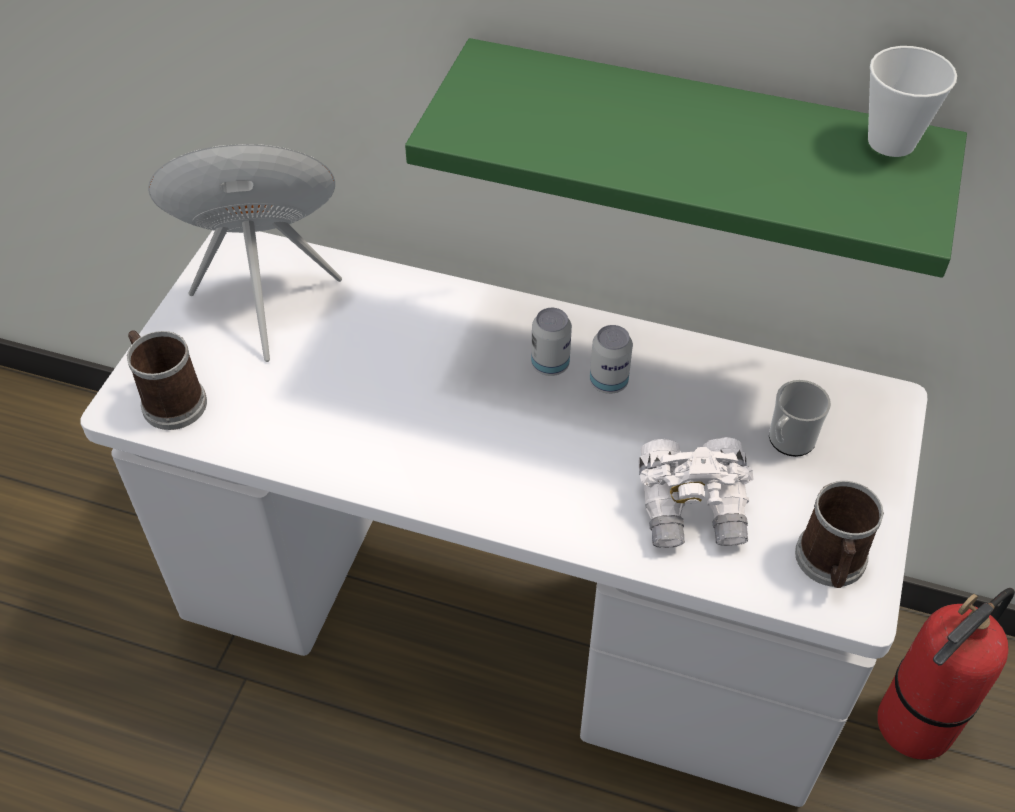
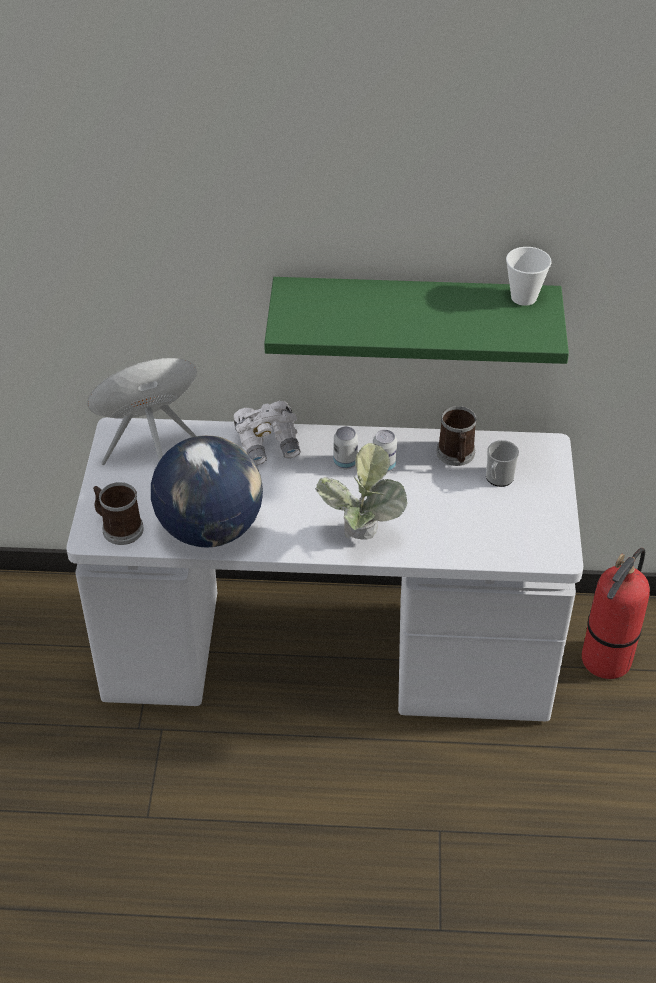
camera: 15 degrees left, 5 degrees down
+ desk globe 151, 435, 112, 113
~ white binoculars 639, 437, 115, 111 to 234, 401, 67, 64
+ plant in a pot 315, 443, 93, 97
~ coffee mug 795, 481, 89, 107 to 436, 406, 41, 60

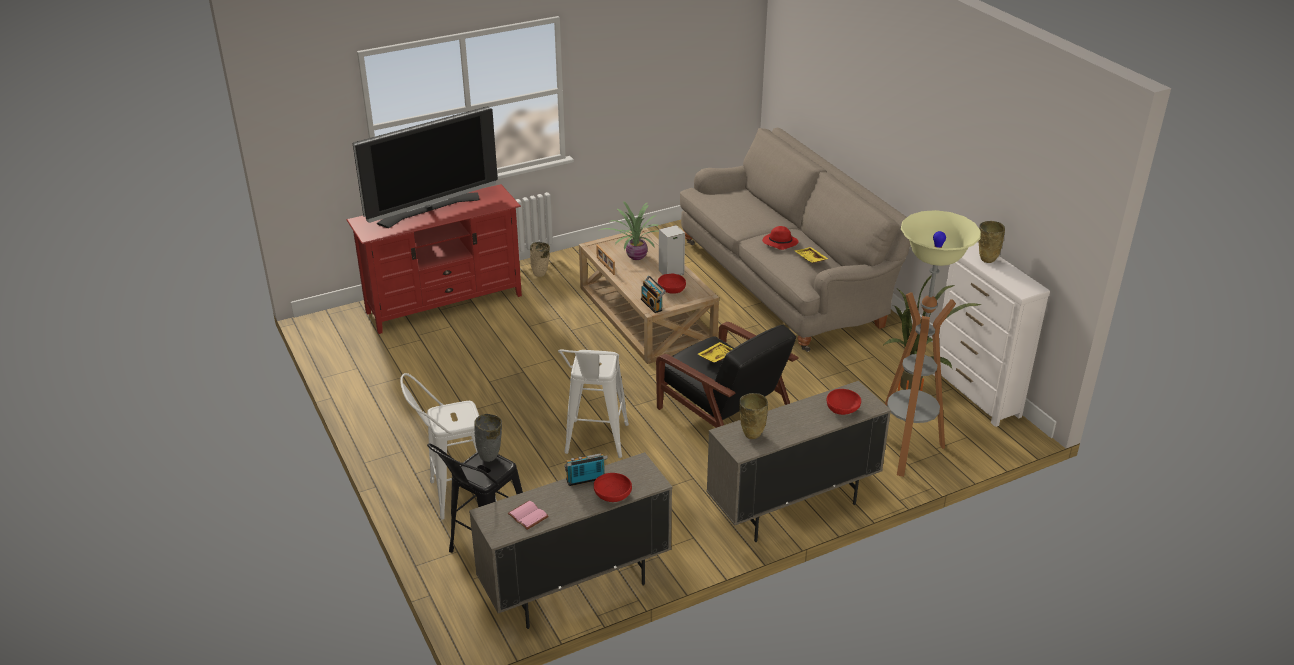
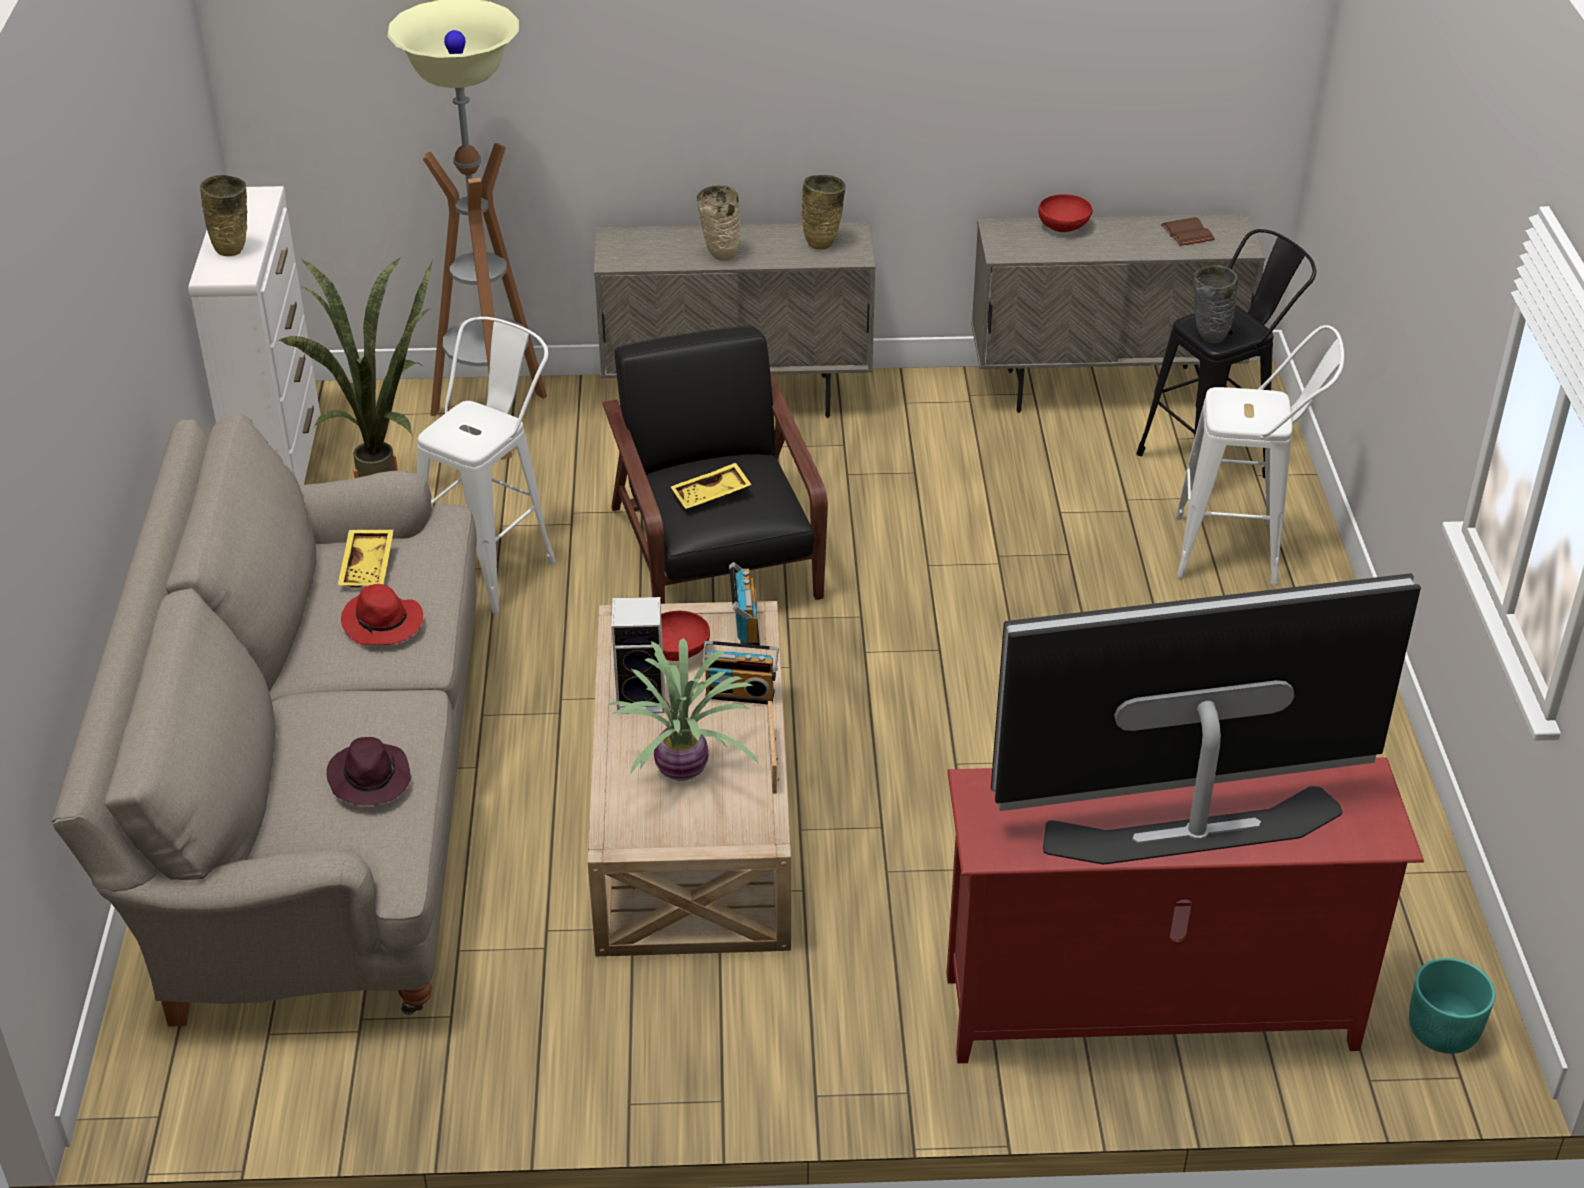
camera: 155 degrees left, 5 degrees up
+ purplish hat 326, 737, 85, 69
~ white stool seat 558, 349, 71, 109 to 417, 317, 139, 297
~ beige-coloured flower vase 530, 242, 20, 35 to 697, 185, 43, 76
~ radio set 564, 453, 44, 33 to 702, 641, 77, 63
~ pinkish book 507, 501, 42, 29 to brownish book 1161, 217, 54, 29
+ turquoise-coloured planter 1409, 958, 87, 96
- reddish deep dish 826, 389, 35, 26

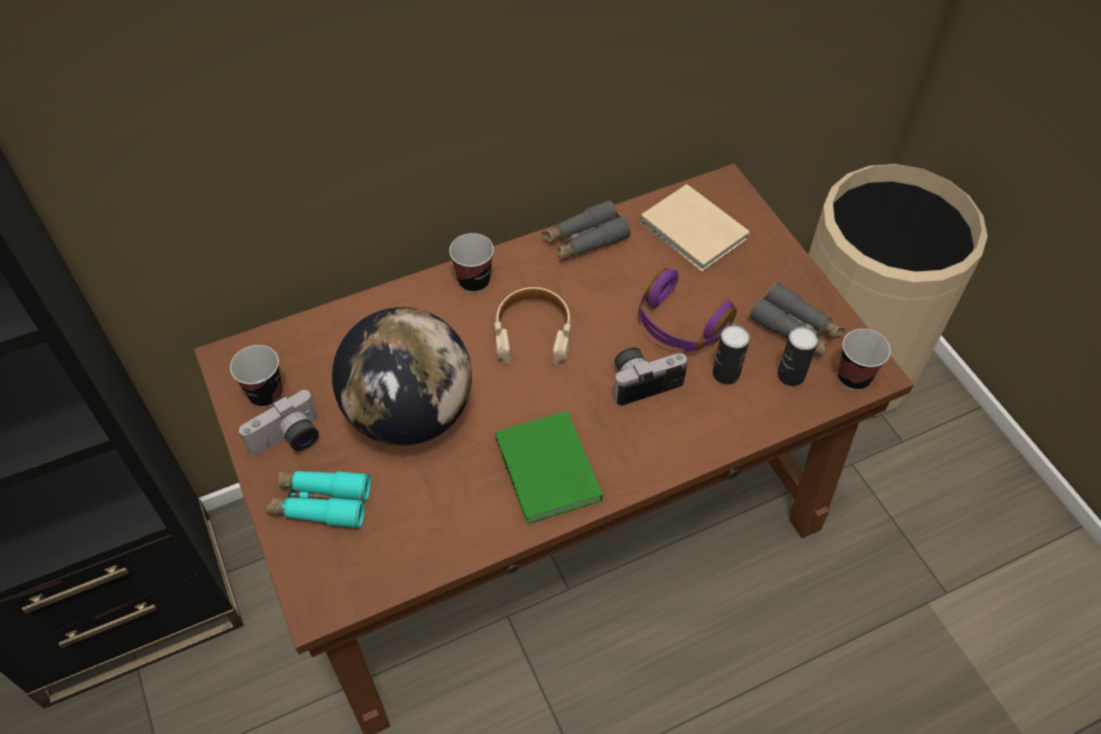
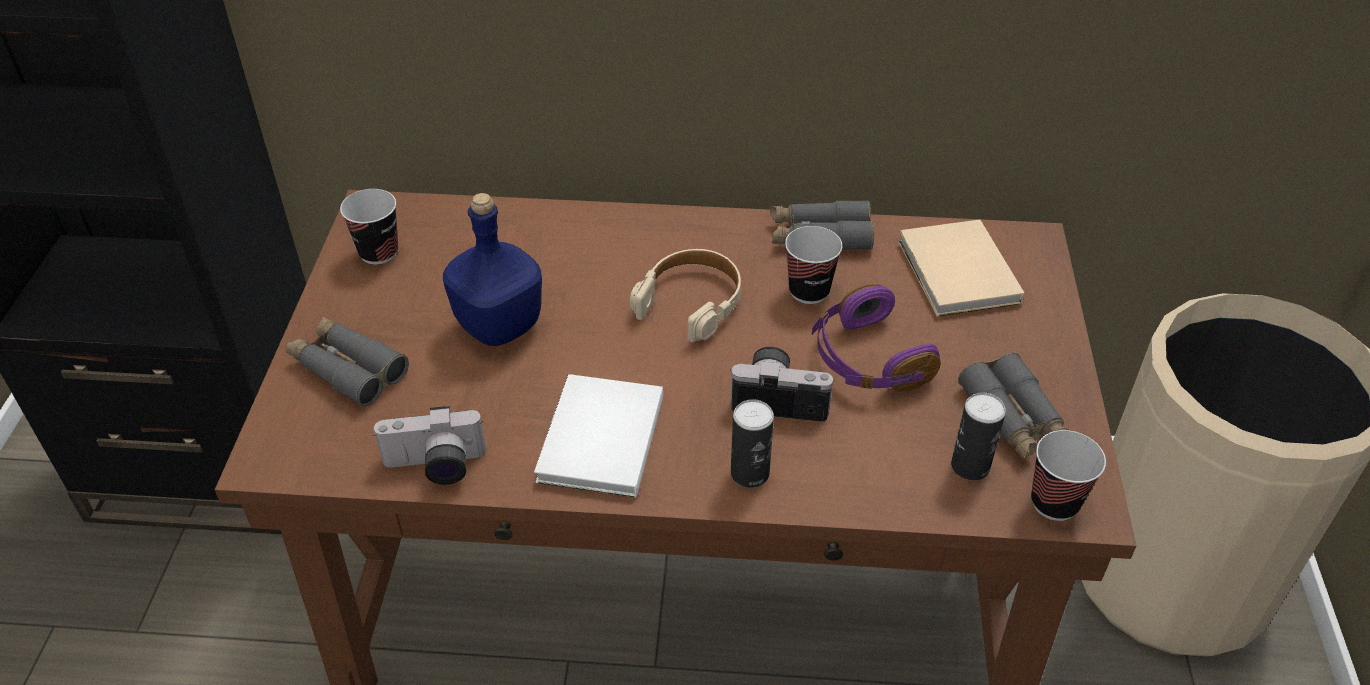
camera: 30 degrees right, 10 degrees down
~ turquoise-coloured binoculars 266, 471, 104, 58 to gray binoculars 285, 317, 124, 89
~ still camera 239, 390, 80, 66 to 373, 406, 113, 79
~ desk globe 332, 307, 140, 139 to blue-coloured beverage bottle 443, 193, 99, 153
~ greenish book 495, 411, 108, 113 to white book 534, 374, 129, 123
~ metal can 712, 325, 38, 59 to 731, 399, 43, 89
~ cup 449, 233, 45, 60 to 785, 226, 57, 78

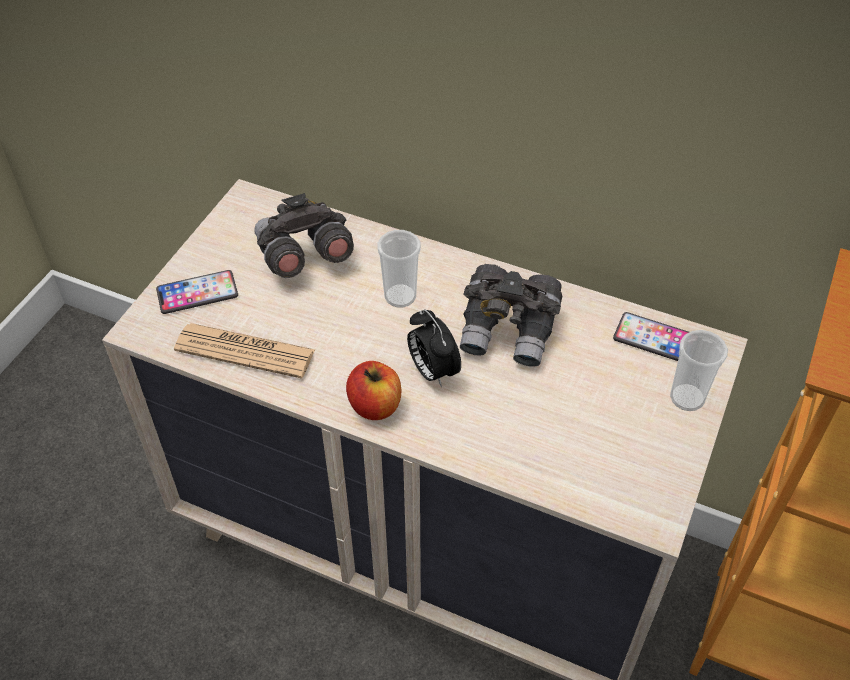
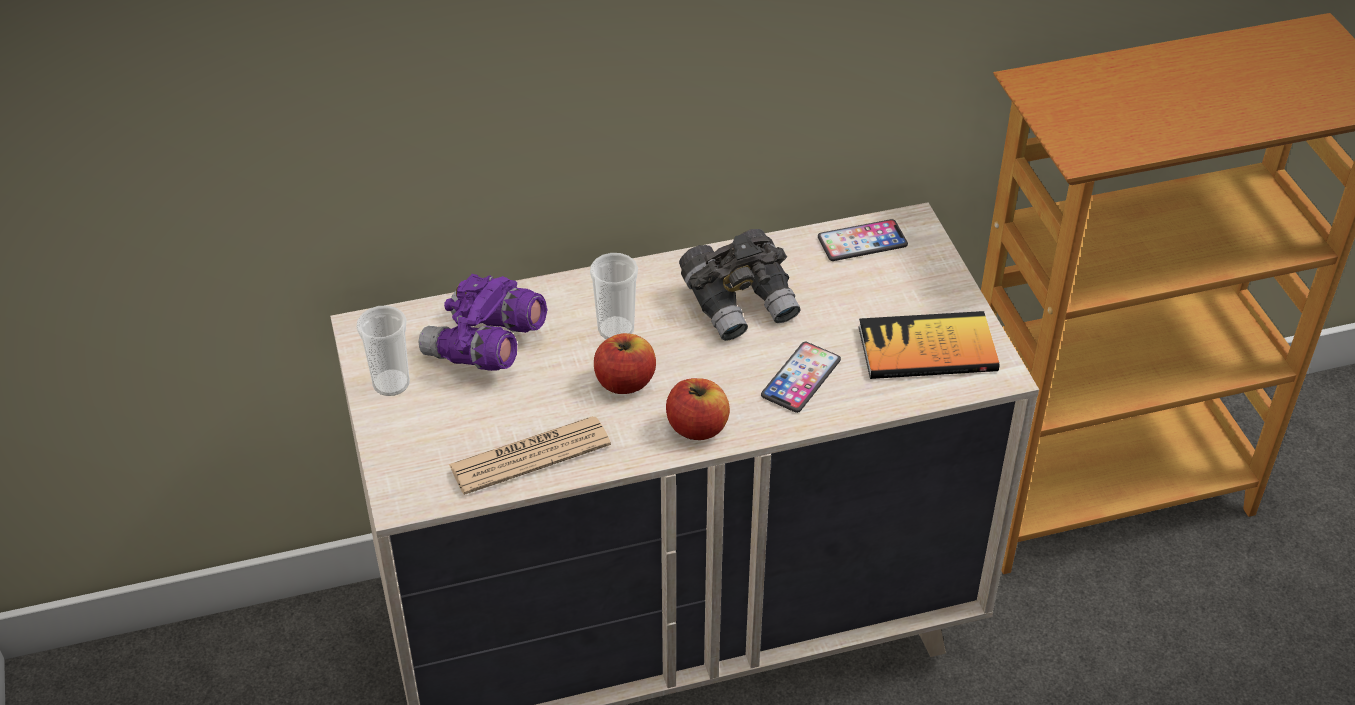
camera: 40 degrees left, 5 degrees down
~ cup 670, 330, 58, 81 to 356, 306, 54, 90
~ gray binoculars 254, 193, 100, 85 to purplish binoculars 418, 274, 130, 97
+ whole apple 594, 333, 62, 61
~ telephone 156, 270, 82, 44 to 761, 342, 80, 71
+ book 858, 311, 141, 68
- table clock 407, 309, 54, 78

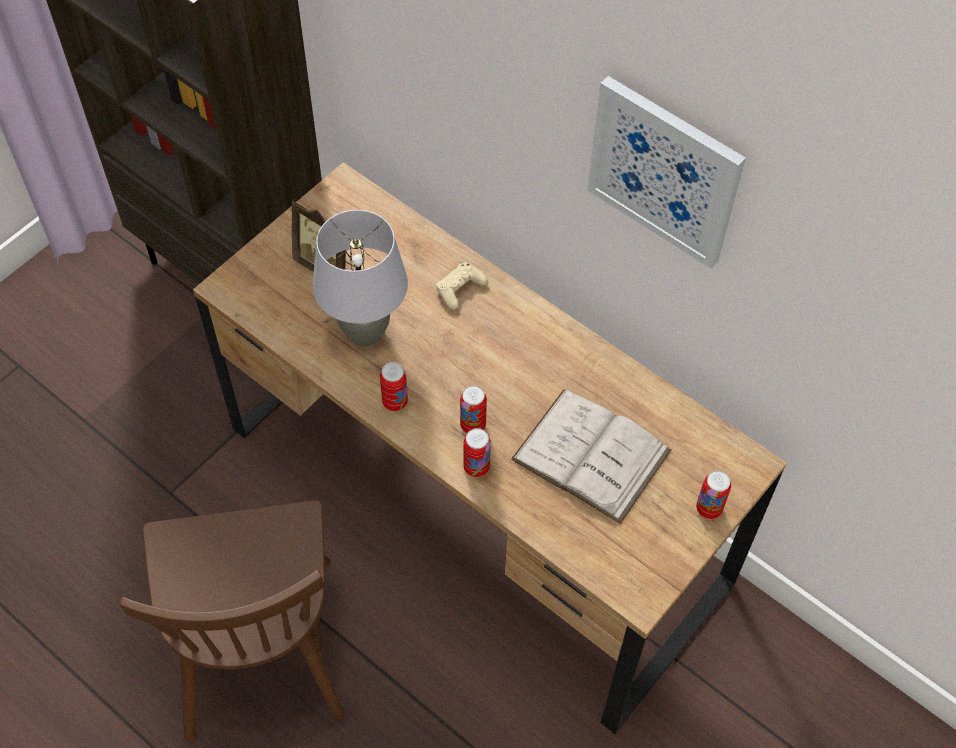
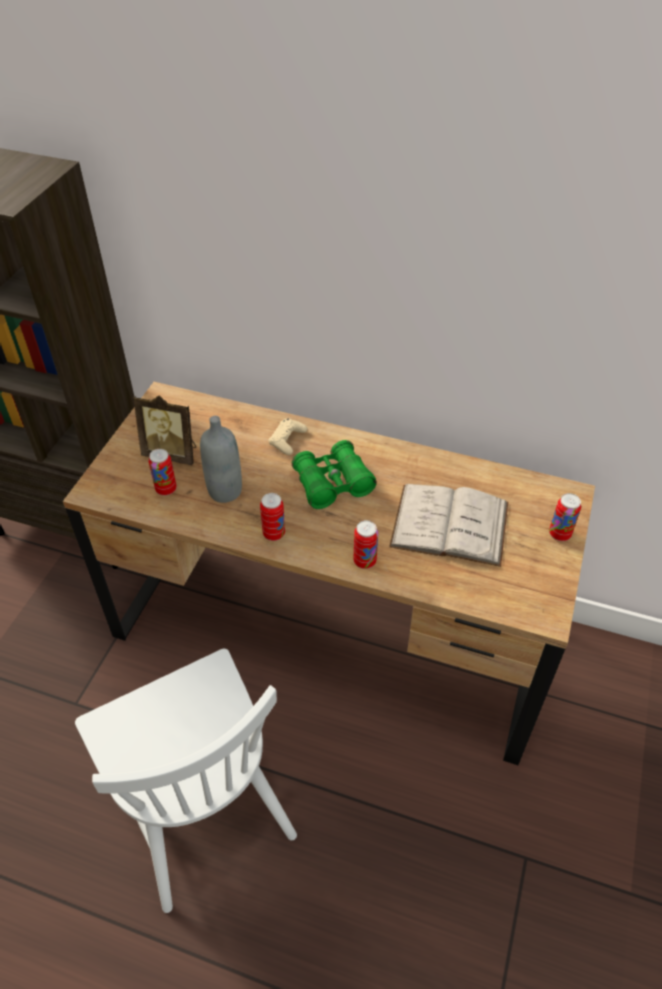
camera: 20 degrees left, 10 degrees down
~ brownish chair 120, 500, 224, 242 to white chair 75, 649, 222, 264
~ metal can 460, 385, 27, 48 to 149, 449, 28, 47
~ gray tabletop lamp 312, 210, 96, 136 to gray beverage bottle 200, 416, 42, 87
+ greenish binoculars 292, 440, 85, 69
- picture 587, 76, 159, 193

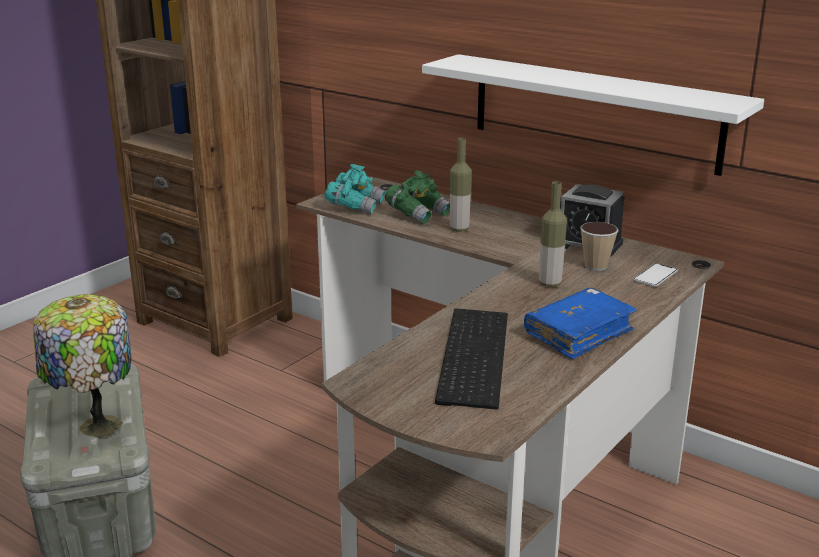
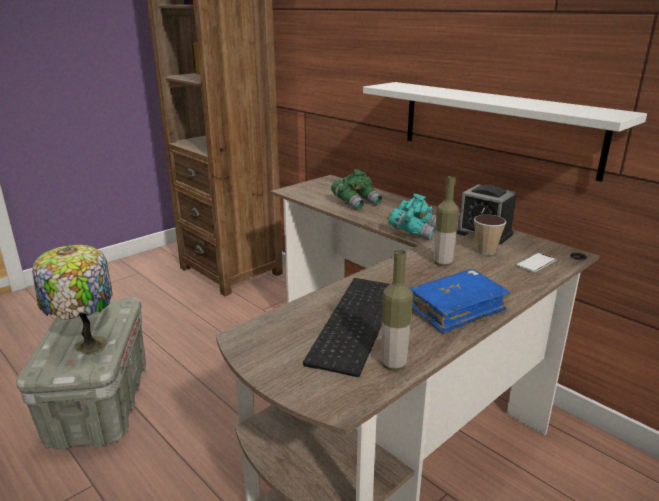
camera: 10 degrees right, 0 degrees up
~ beverage bottle 450, 138, 22, 94 to 381, 250, 32, 121
~ turquoise-coloured binoculars 324, 164, 61, 50 to 388, 194, 48, 46

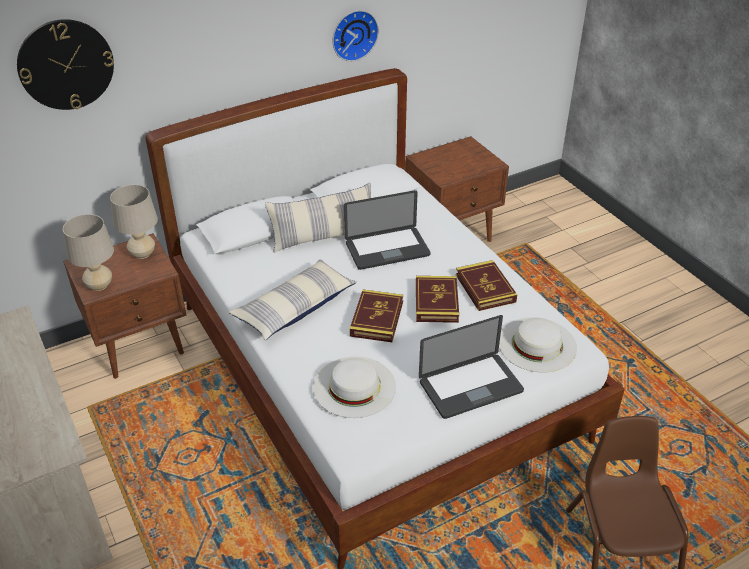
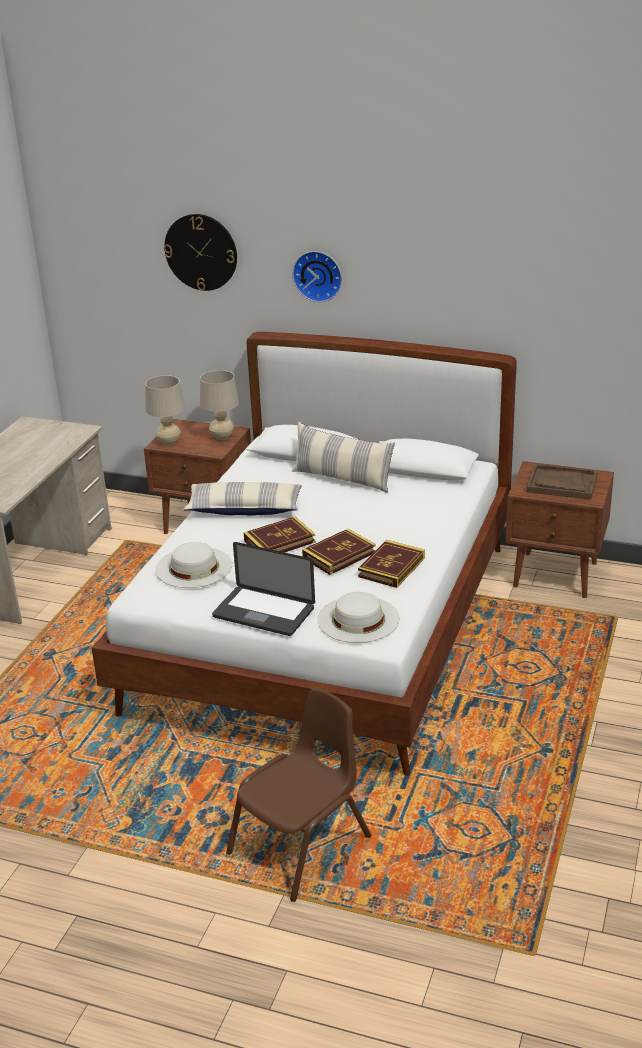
camera: 50 degrees right, 10 degrees down
~ clock on the wall 332, 10, 47, 51 to 292, 251, 50, 51
+ brownish tray 526, 464, 72, 36
- notebook computer 344, 190, 87, 80

